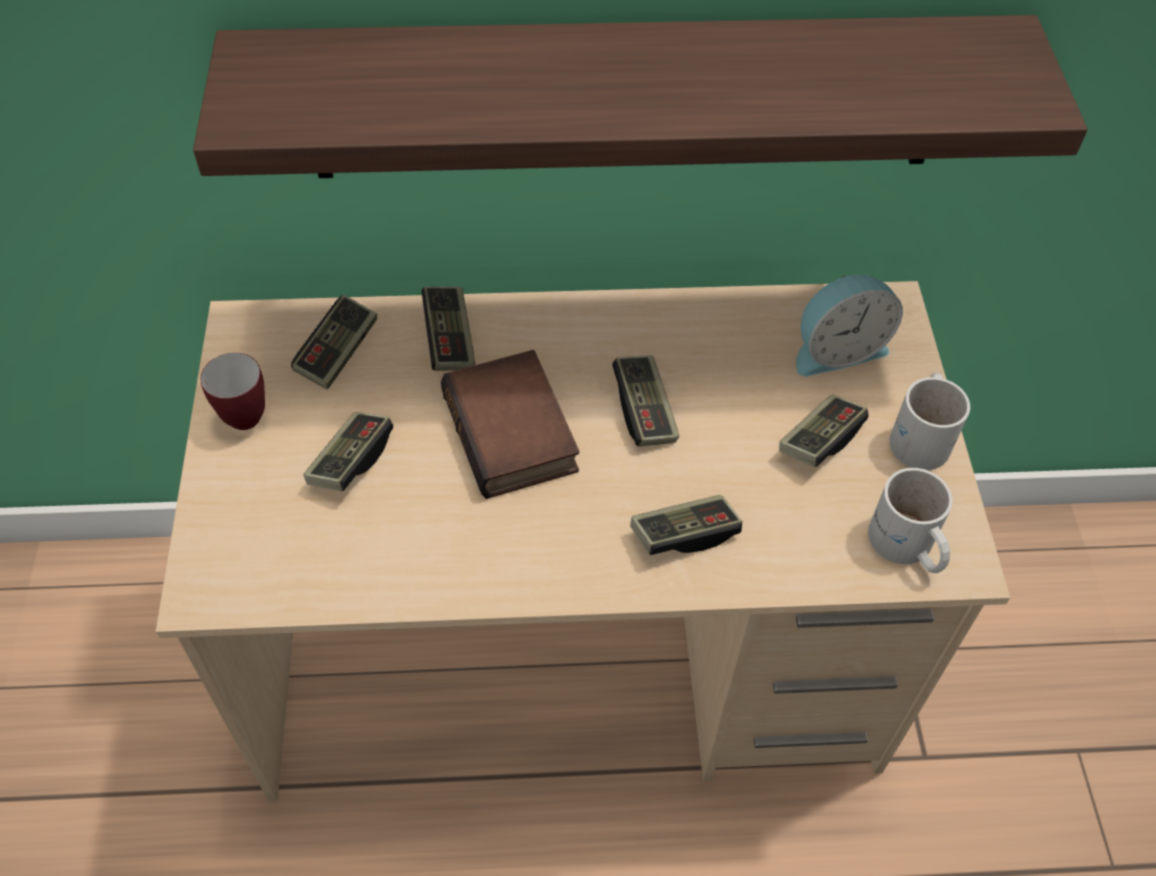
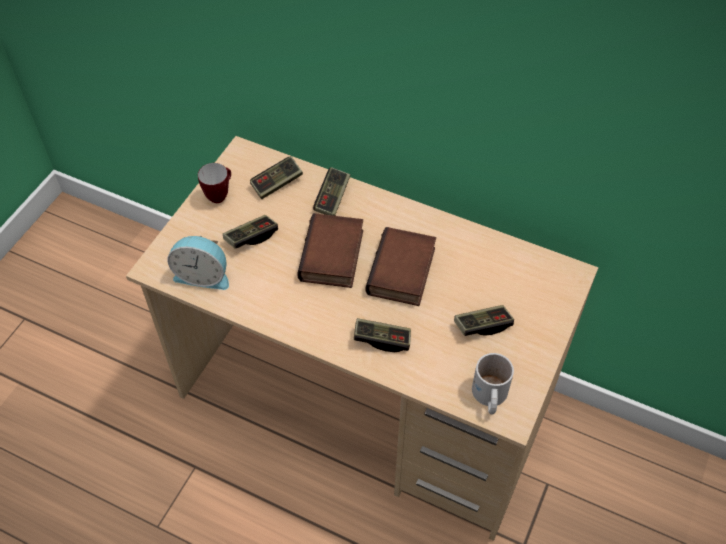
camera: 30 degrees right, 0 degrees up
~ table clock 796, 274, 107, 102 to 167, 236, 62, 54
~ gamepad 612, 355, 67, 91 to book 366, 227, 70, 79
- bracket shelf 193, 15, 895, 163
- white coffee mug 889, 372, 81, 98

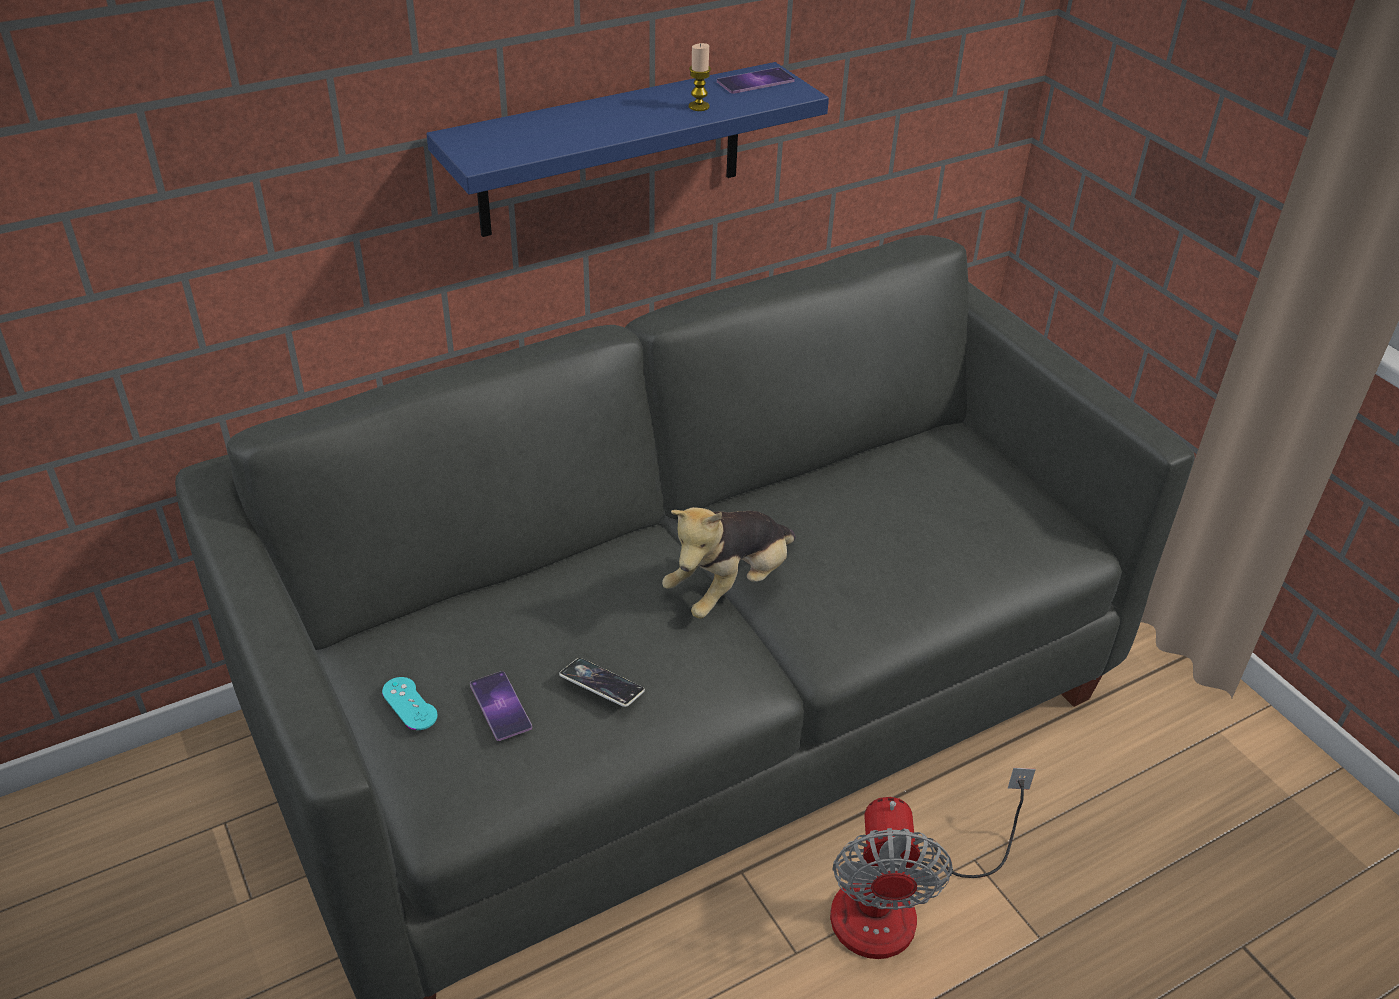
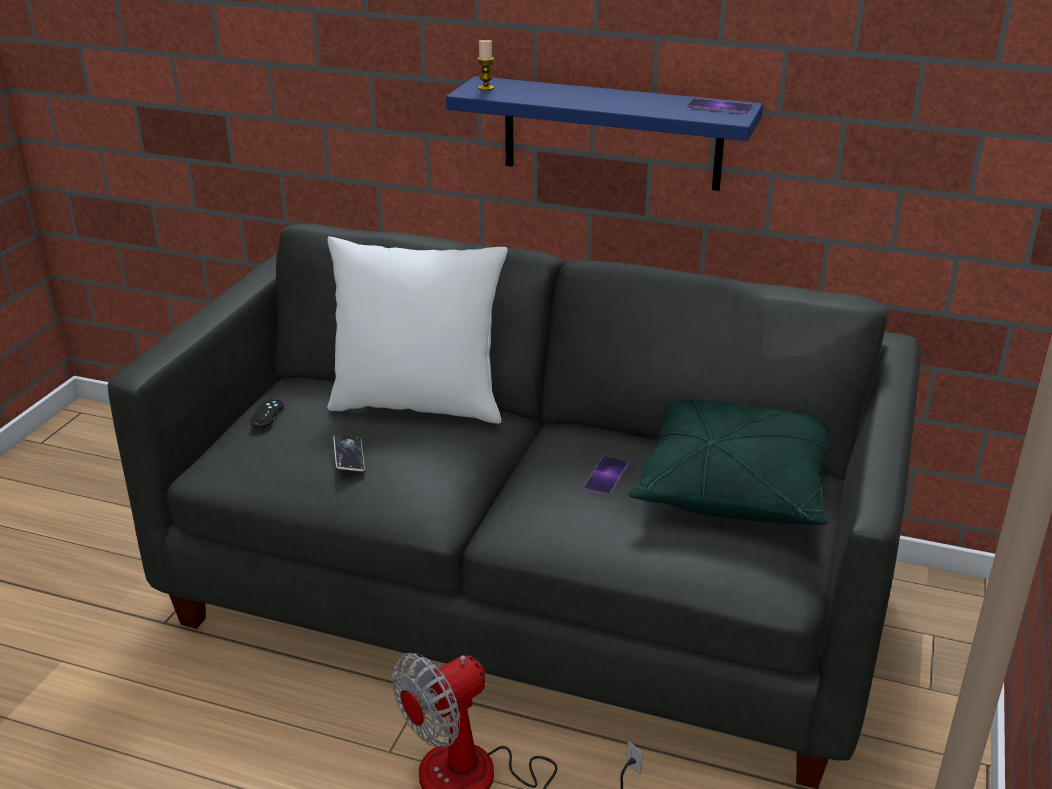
camera: 50 degrees right, 10 degrees down
~ turquoise-coloured gamepad 382, 677, 56, 53 to blackish gamepad 249, 399, 35, 29
+ white throw pillow 327, 237, 181, 187
~ wax candle 689, 43, 22, 68 to 478, 39, 16, 52
~ telephone 470, 671, 62, 70 to 583, 456, 45, 39
+ greenish throw pillow 628, 399, 202, 126
- soft toy 662, 507, 134, 112

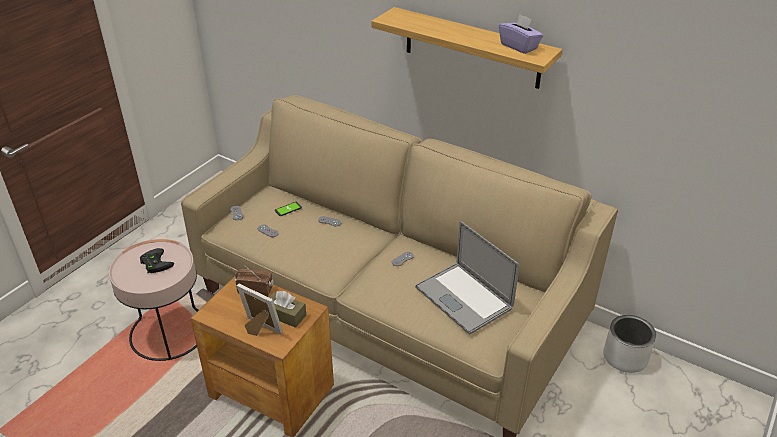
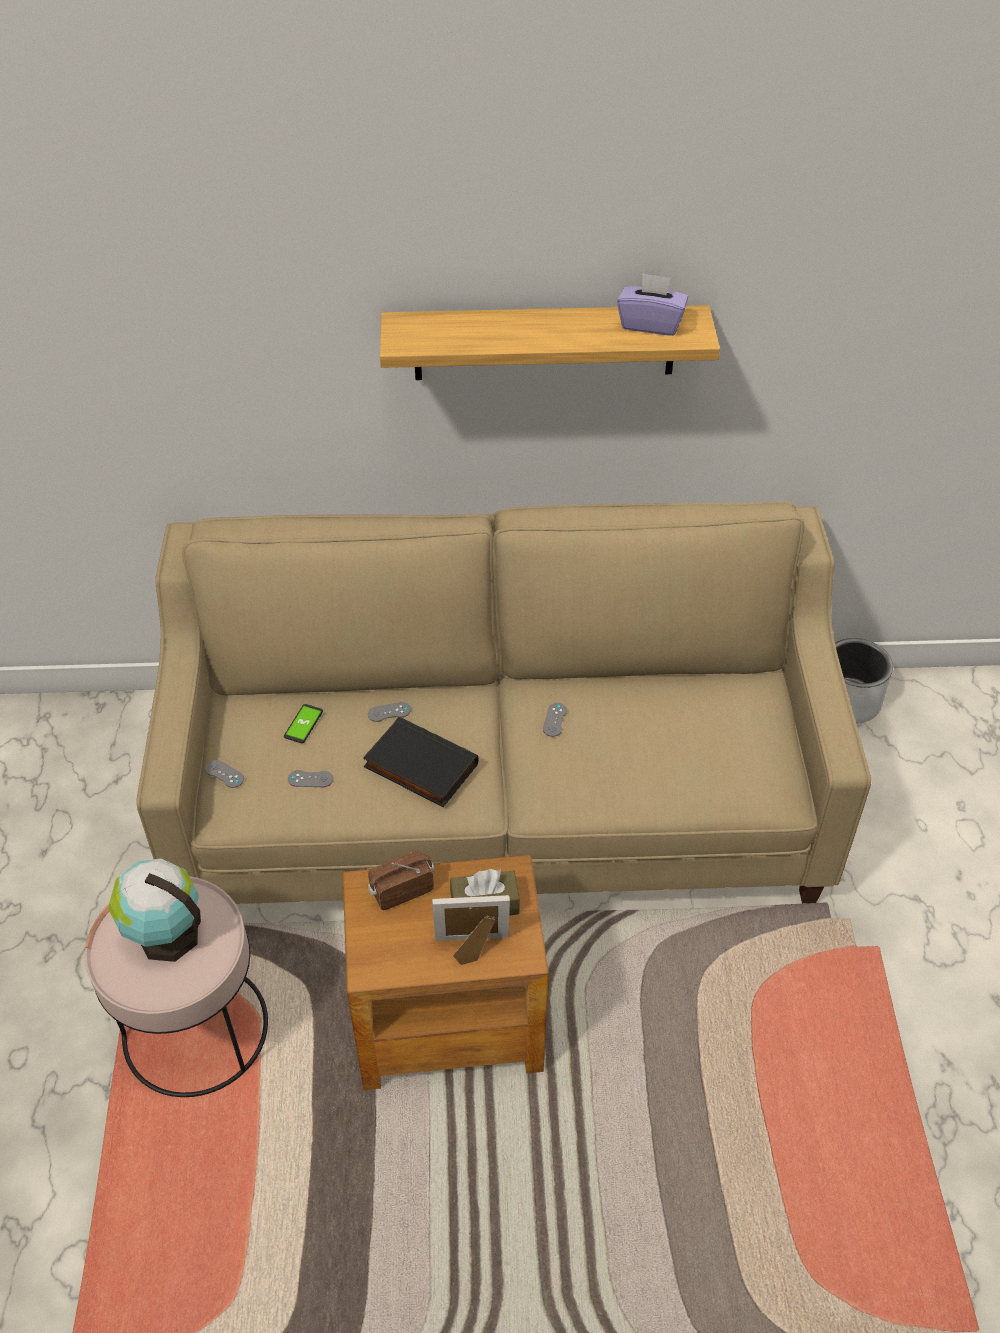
camera: 35 degrees left, 10 degrees up
~ blackish gamepad 140, 248, 34, 25 to desk globe 108, 858, 93, 104
+ blackish book 363, 717, 116, 90
- notebook computer 415, 221, 105, 113

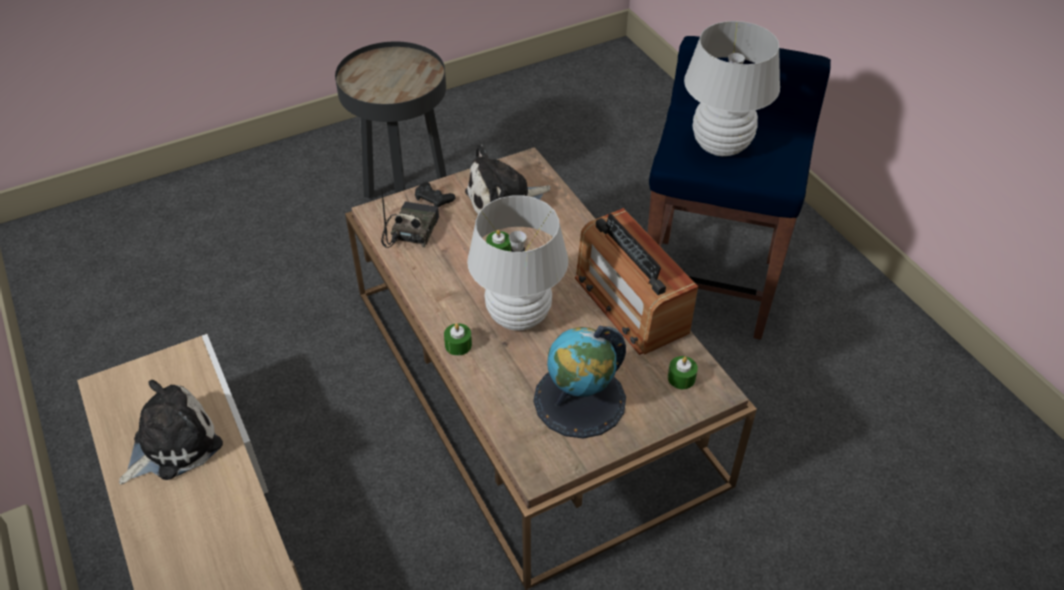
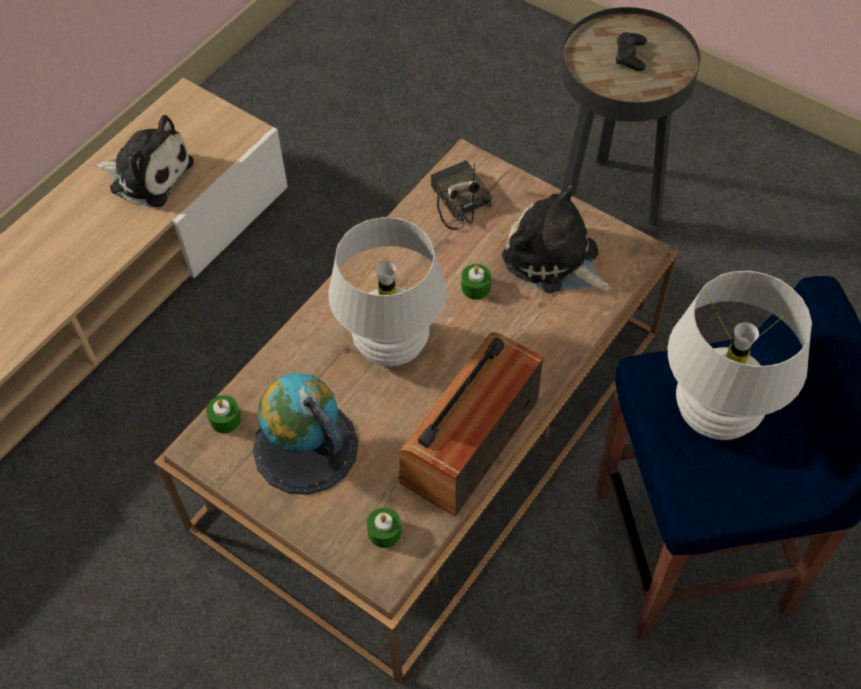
camera: 65 degrees right, 10 degrees up
~ greenish wax candle 444, 323, 28, 33 to 206, 395, 35, 38
~ radio set 381, 188, 58, 60 = 431, 160, 61, 70 105 degrees counterclockwise
~ blackish gamepad 415, 182, 40, 25 to 616, 32, 31, 39

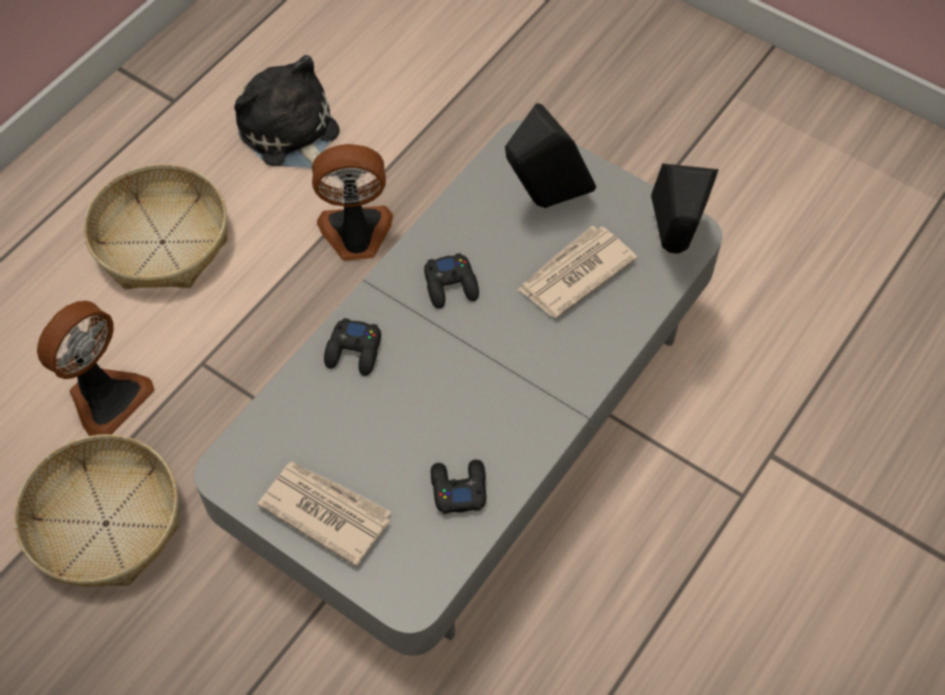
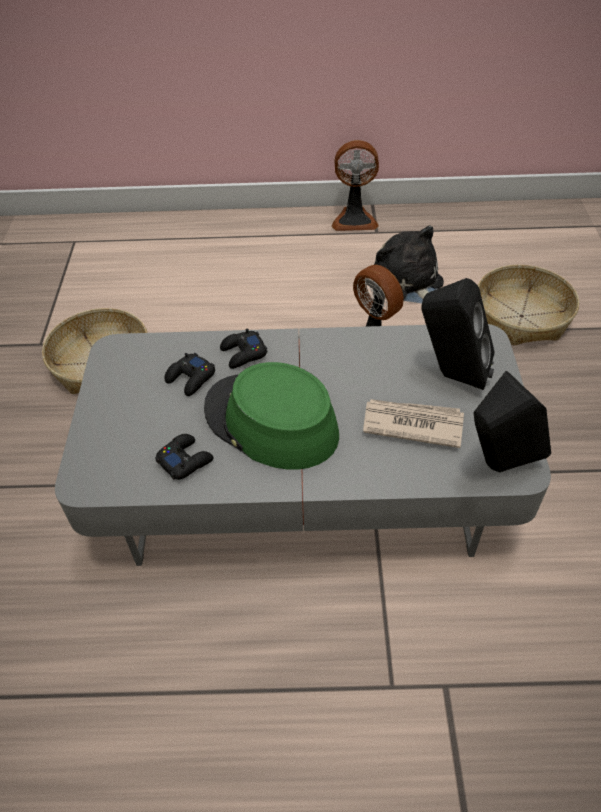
camera: 55 degrees right, 10 degrees down
~ blackish gamepad 424, 253, 55, 56 to 164, 353, 51, 43
+ greenish hat 204, 362, 135, 108
~ cooling fan 37, 301, 118, 135 to 332, 140, 47, 91
~ soft toy 234, 55, 105, 113 = 374, 226, 70, 77 45 degrees counterclockwise
~ basket 84, 164, 144, 125 to 478, 265, 101, 80
- daily paper 258, 462, 133, 105

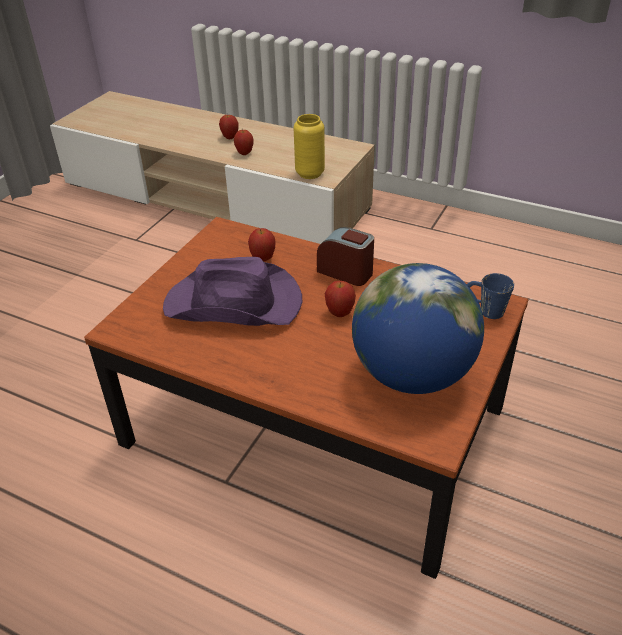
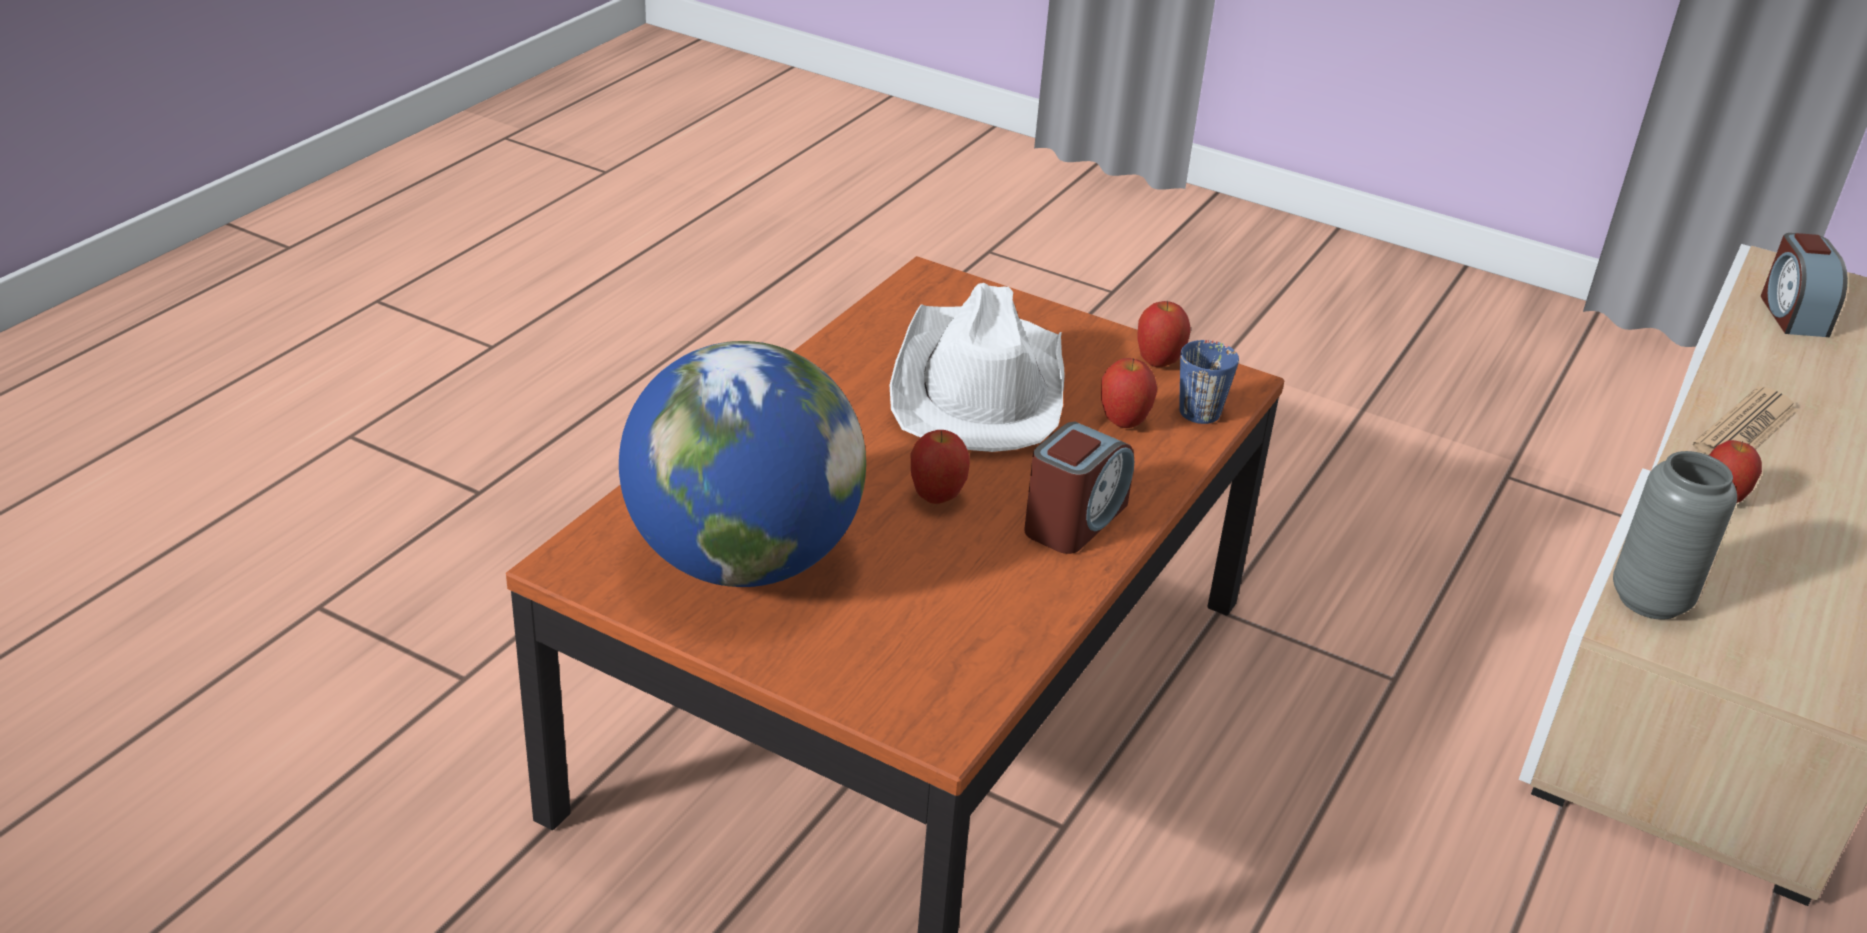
camera: 90 degrees right, 5 degrees down
~ purplish hat 163, 257, 139, 69 to white hat 890, 283, 175, 169
~ whole apple 219, 115, 20, 24 to 1137, 301, 54, 66
~ blue-coloured coffee mug 467, 273, 47, 46 to 1179, 340, 60, 84
~ yellow-coloured flower vase 293, 114, 32, 65 to gray flower vase 1613, 451, 124, 169
+ daily paper 1692, 387, 107, 68
+ table clock 1761, 233, 87, 104

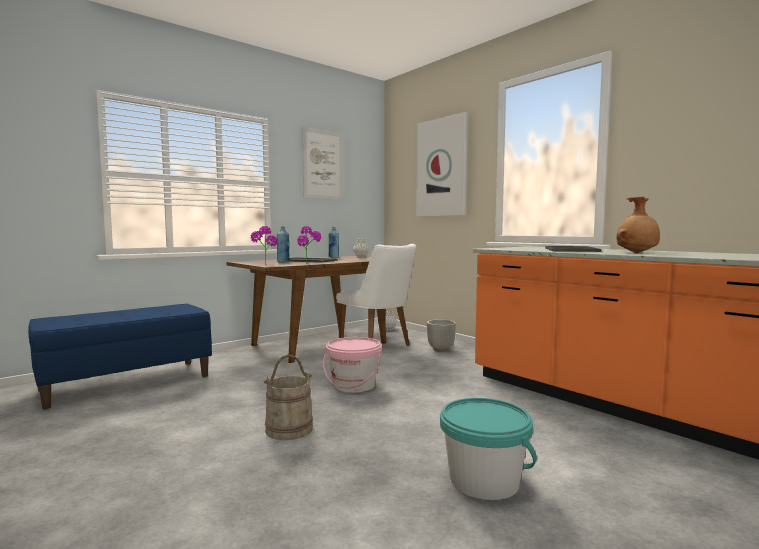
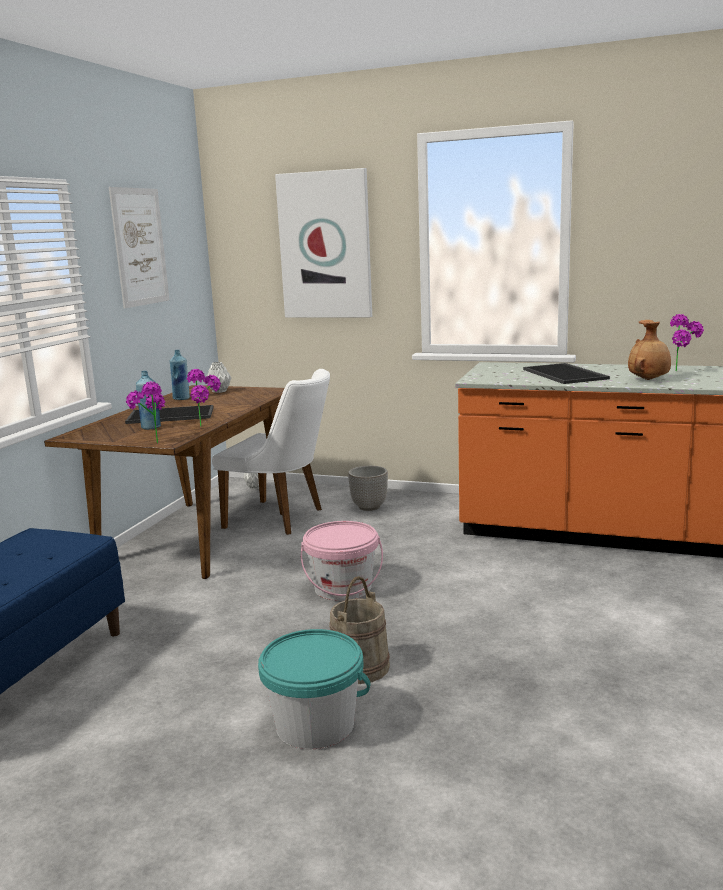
camera: 30 degrees left, 10 degrees up
~ turquoise-coloured water bucket 440, 398, 97, 102 to 258, 629, 113, 120
+ plant in a pot 670, 314, 34, 57

